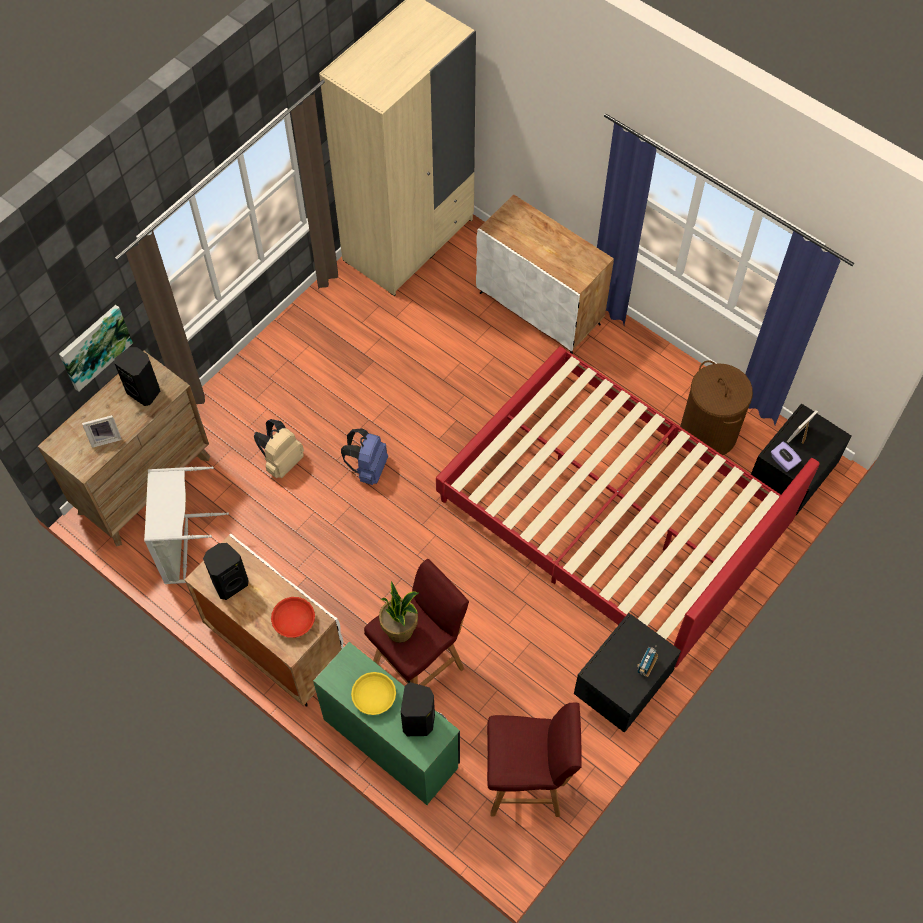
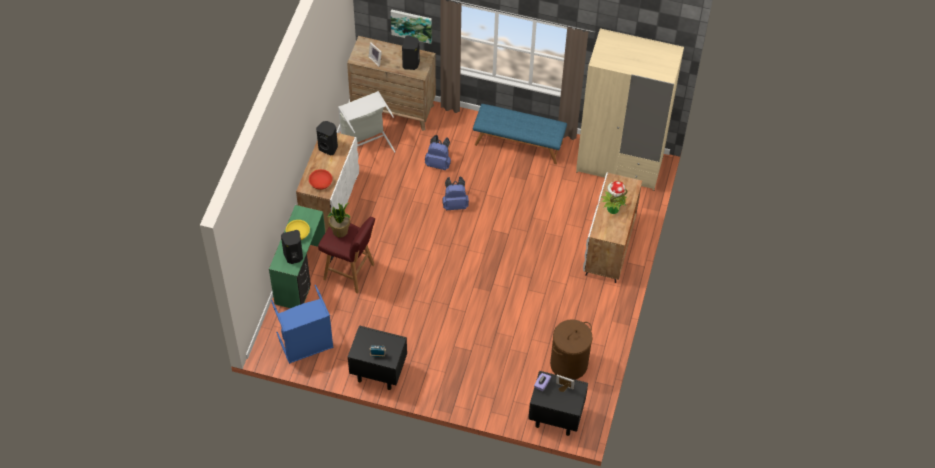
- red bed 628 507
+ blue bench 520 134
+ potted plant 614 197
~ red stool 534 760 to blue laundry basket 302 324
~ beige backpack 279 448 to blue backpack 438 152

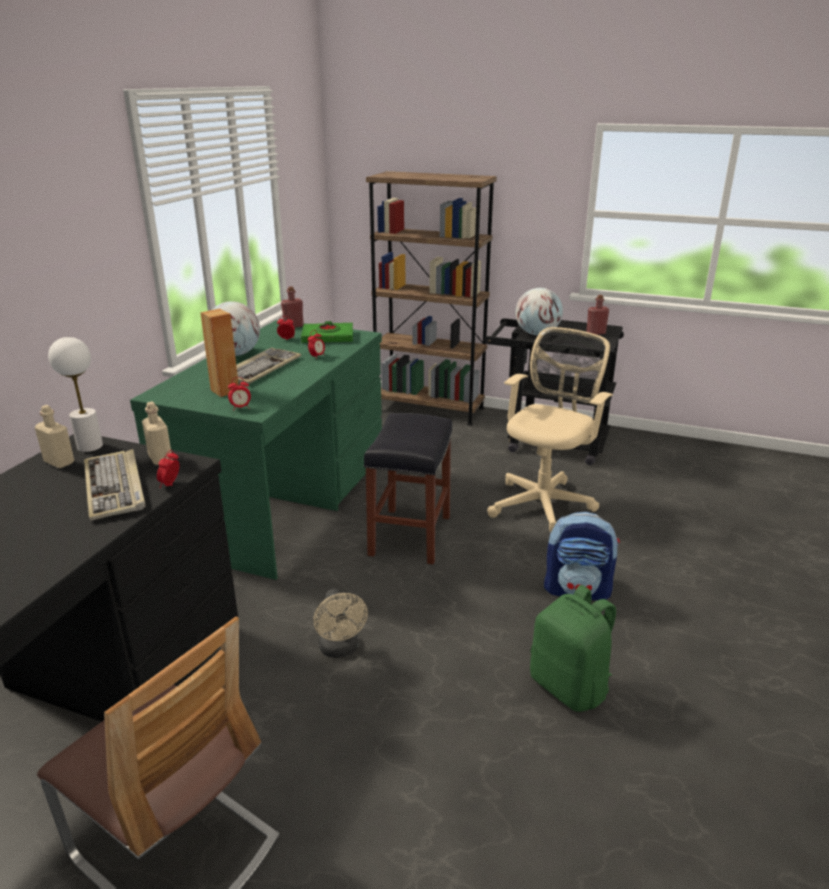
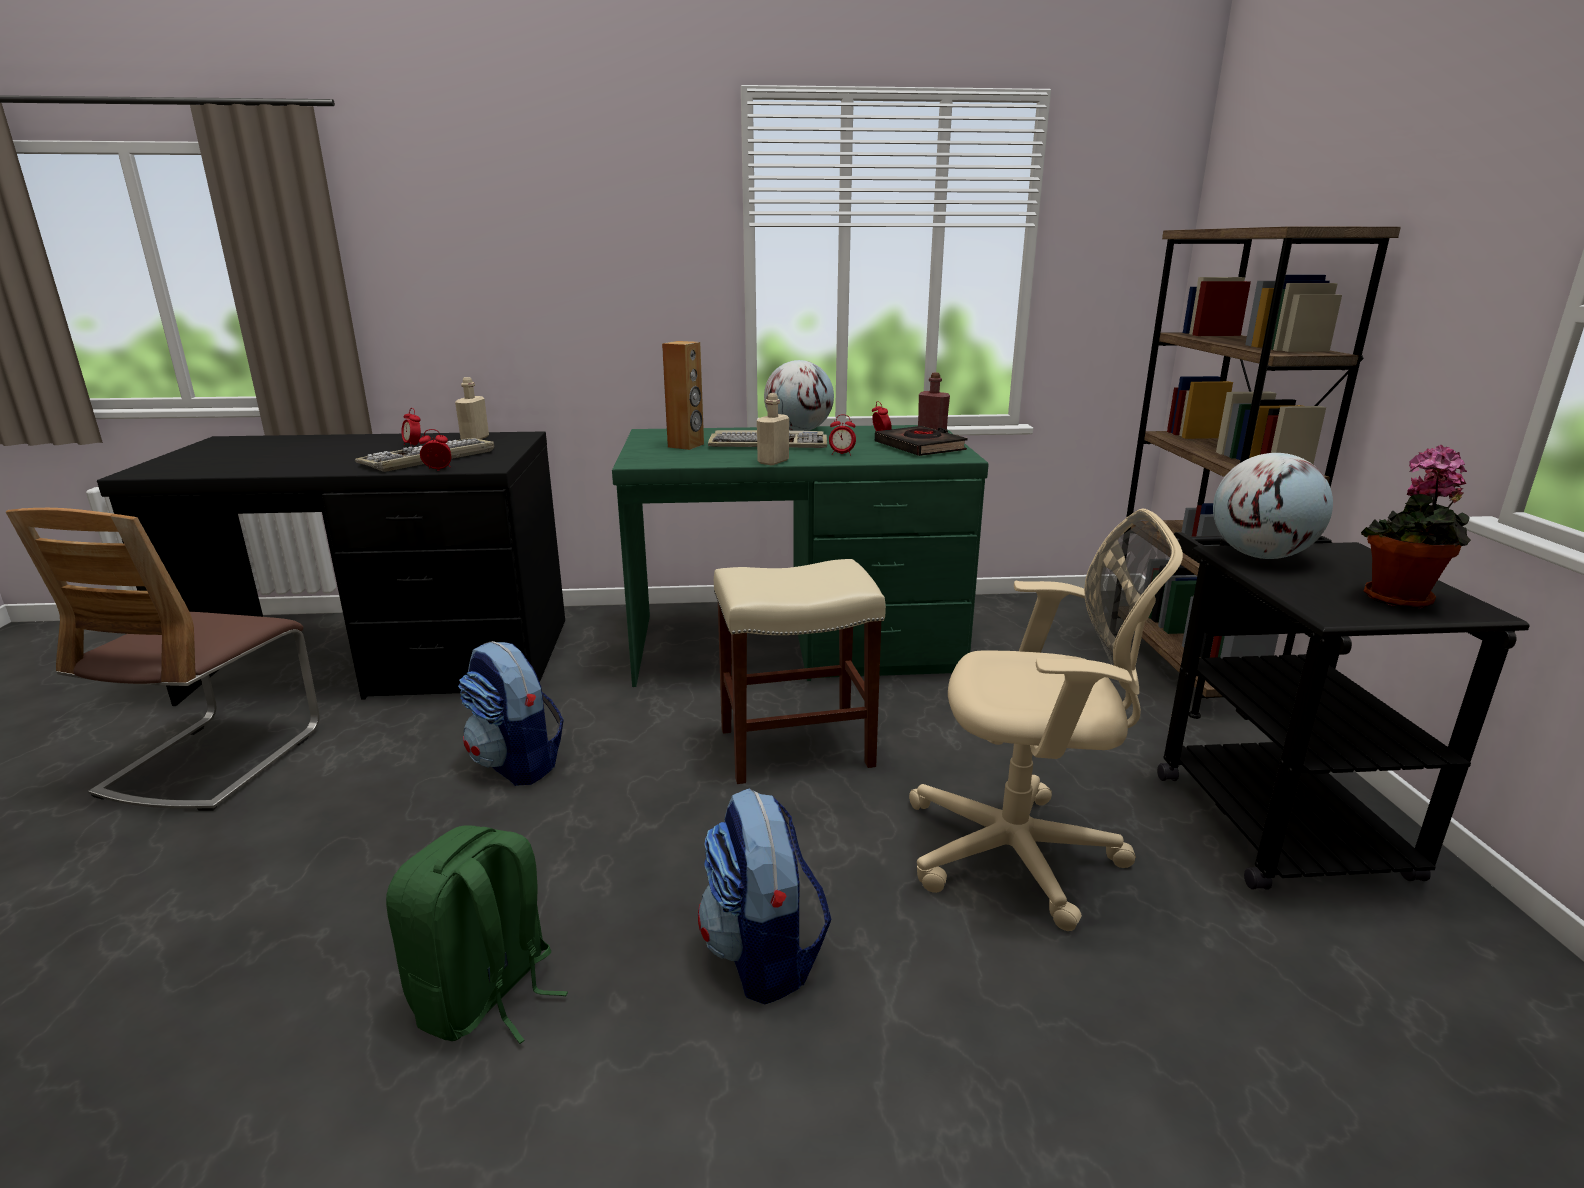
- white table lamp 75 394
~ beige bottle 157 433 to 773 429
~ alarm clock 239 394 to 411 427
~ beige fan 340 623 to backpack 511 713
~ red bottle 597 315 to potted plant 1416 527
~ green book 327 332 to black book 921 441
~ black stool 408 489 to beige stool 800 671

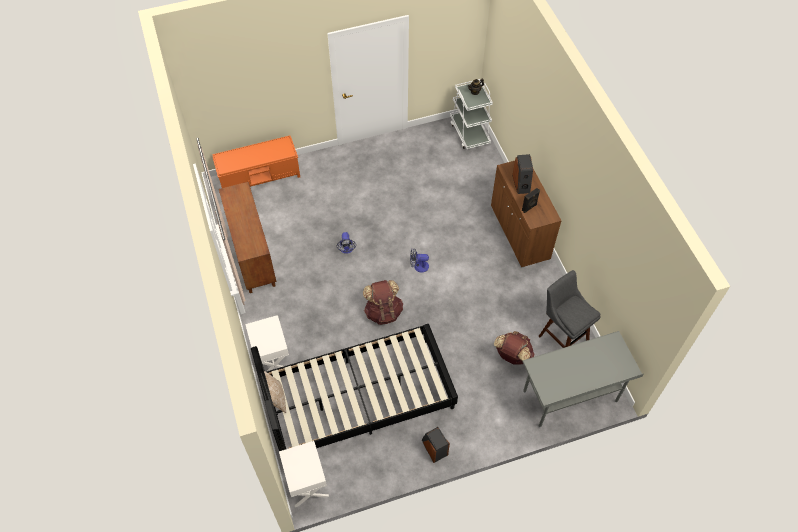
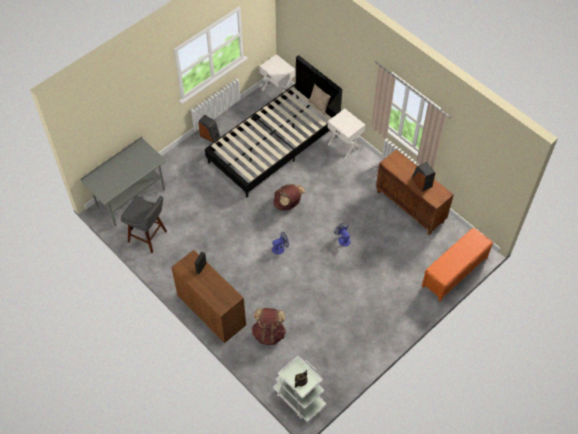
~ brown backpack 514 348 to 269 326
~ speaker 522 174 to 424 177

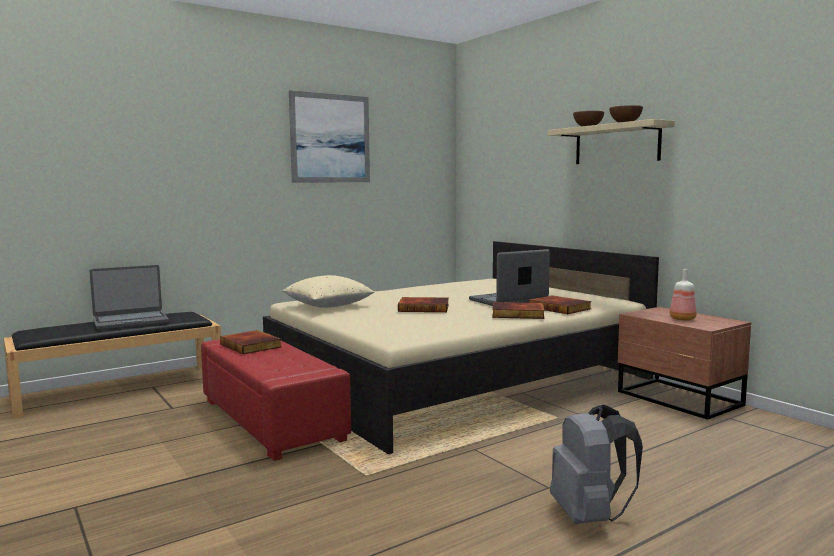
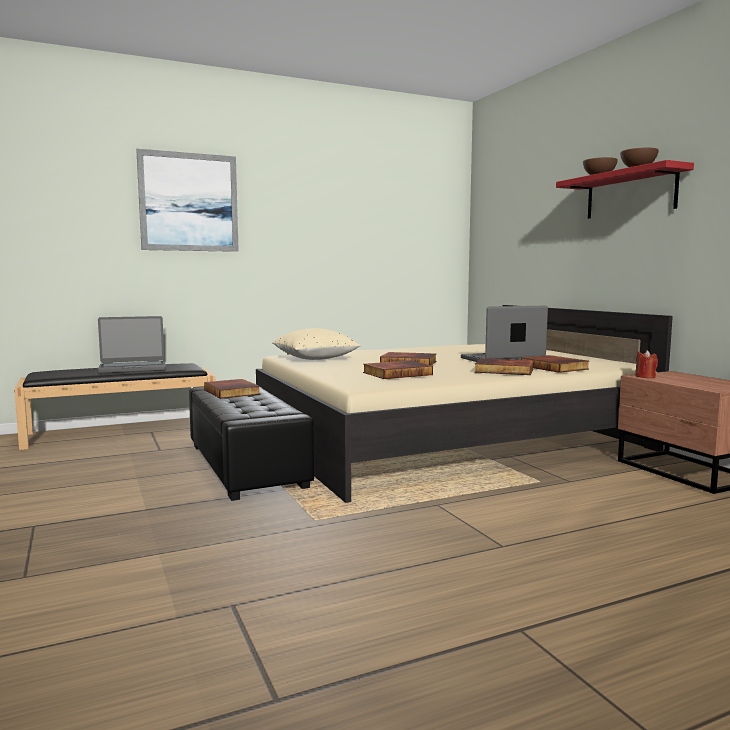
- grey backpack 596 464
- bottle 683 295
+ book 398 370
+ red candle 646 364
~ picture 329 136 to 187 200
~ red ottoman 276 397 to black ottoman 251 442
~ beige shelf 611 141 to red shelf 625 189

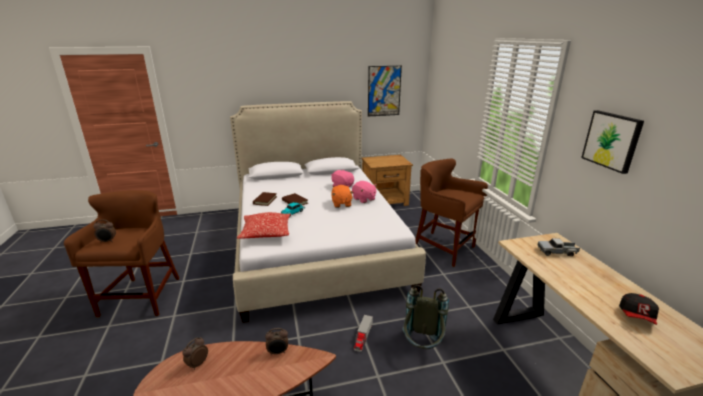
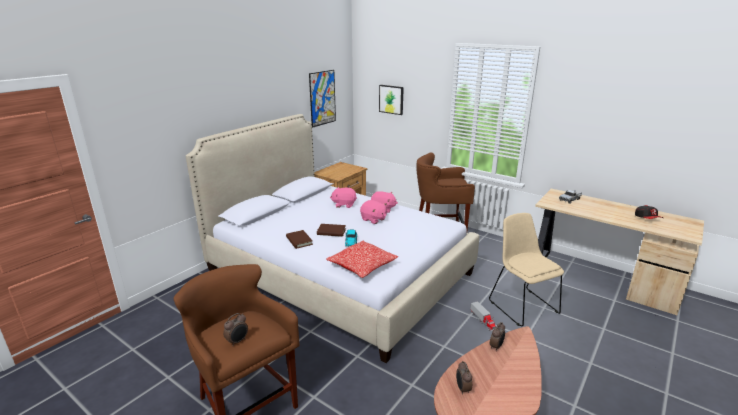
~ picture 612 142 to 391 100
~ grey backpack 425 317 to beige chair 526 269
~ orange plush toy 342 196 to pink plush toy 373 212

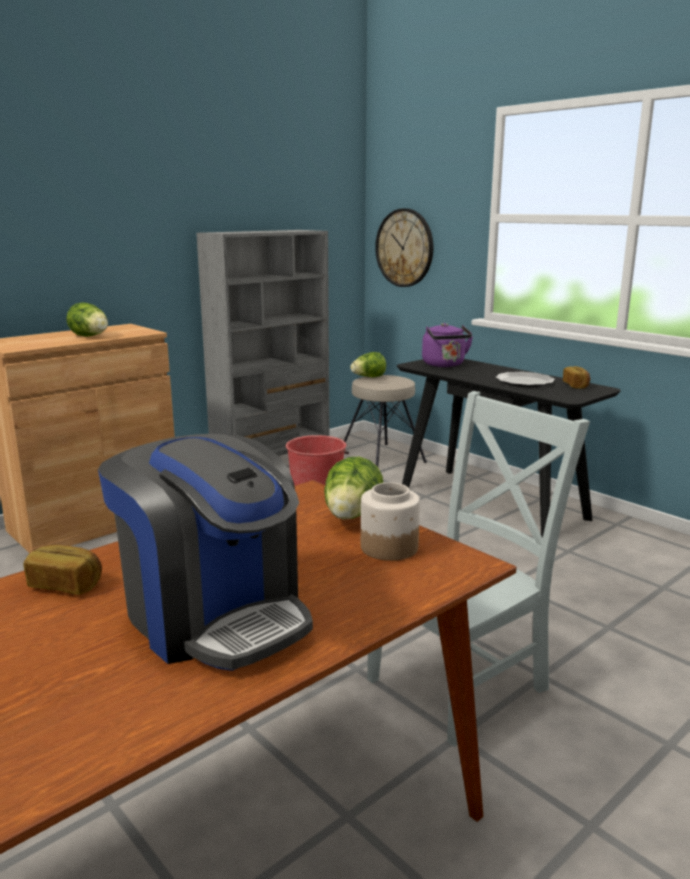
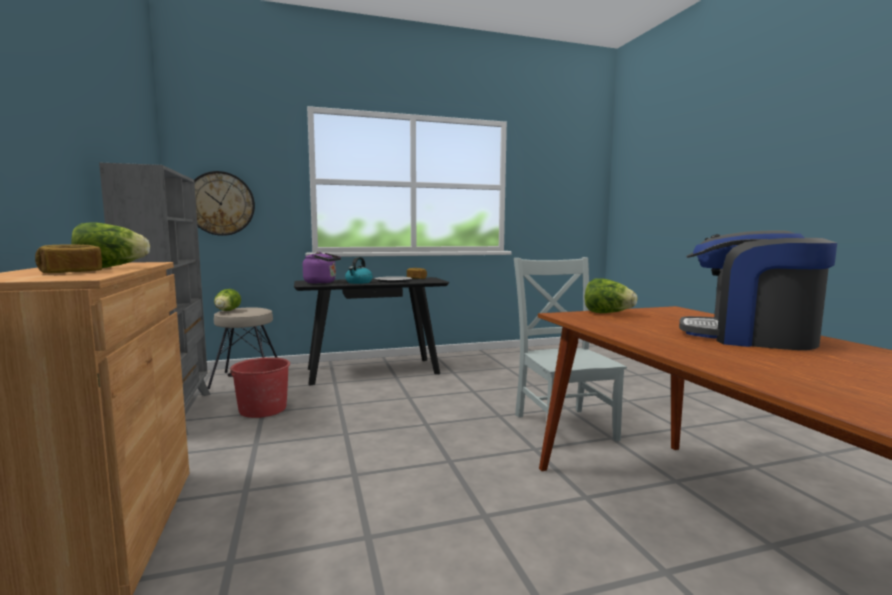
- jar 390 521
+ kettle 359 270
~ bread 63 570 to 68 258
~ coffee machine 205 552 = 758 290 135 degrees counterclockwise

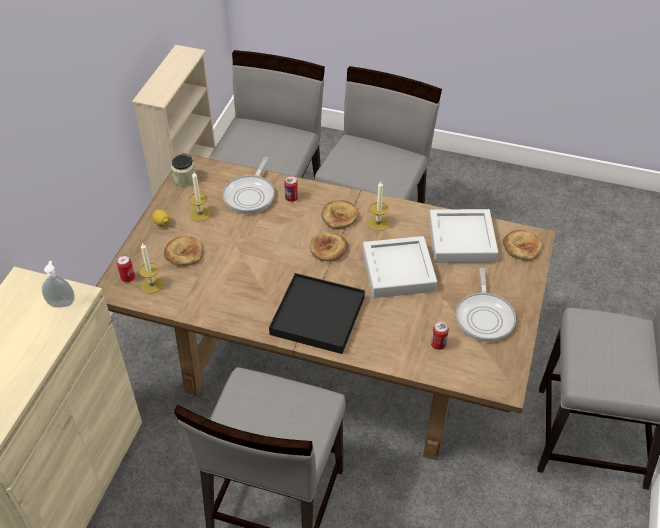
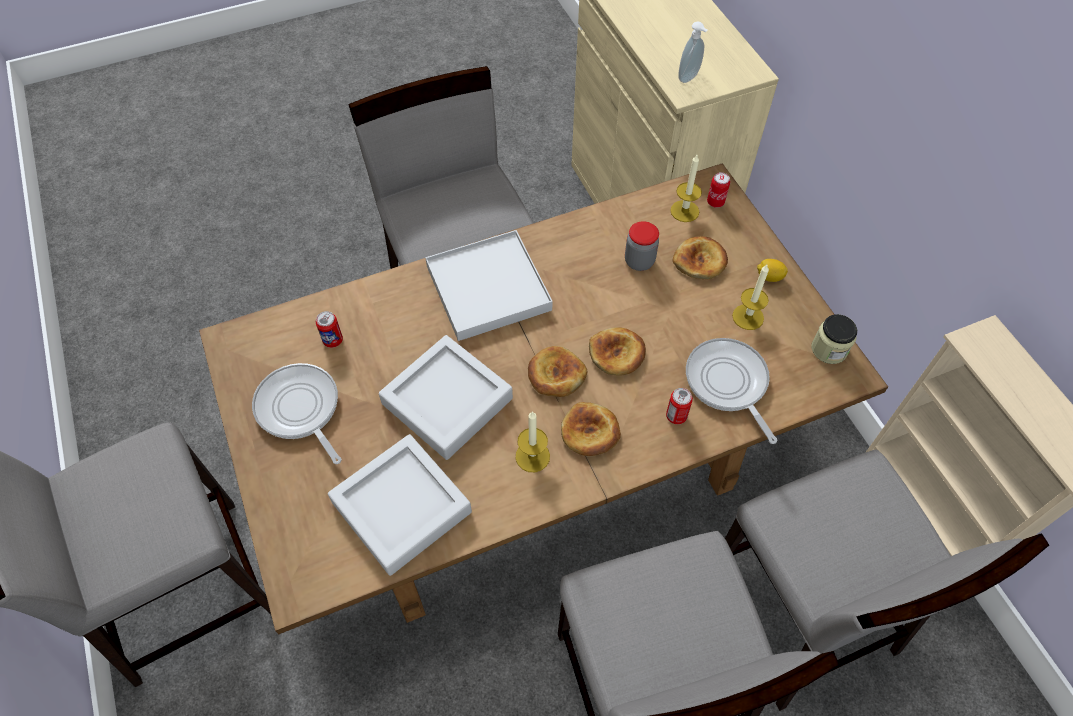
+ jar 642 246
~ bread 522 245 to 617 351
~ black tray 317 313 to white tray 489 285

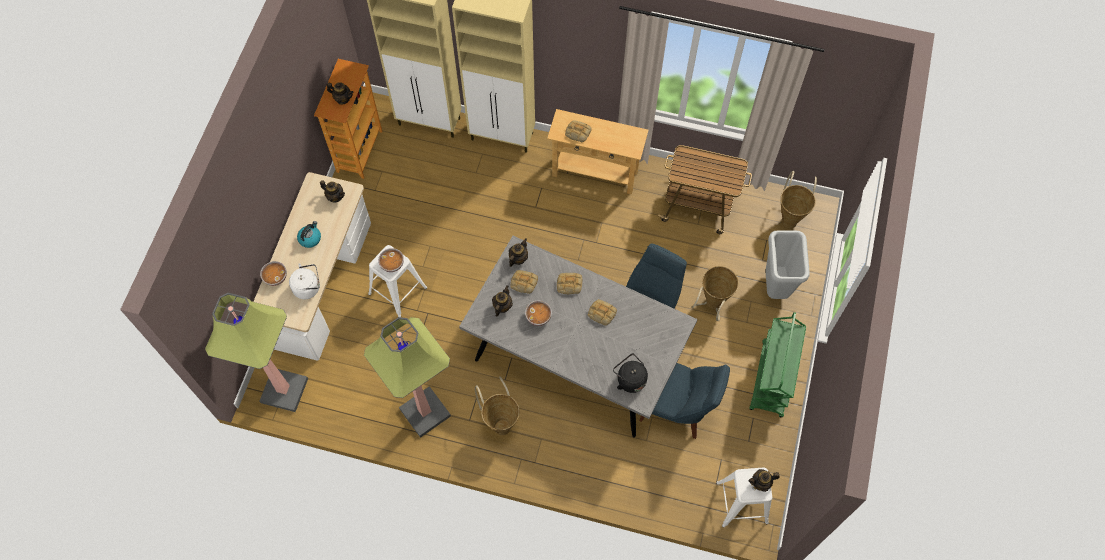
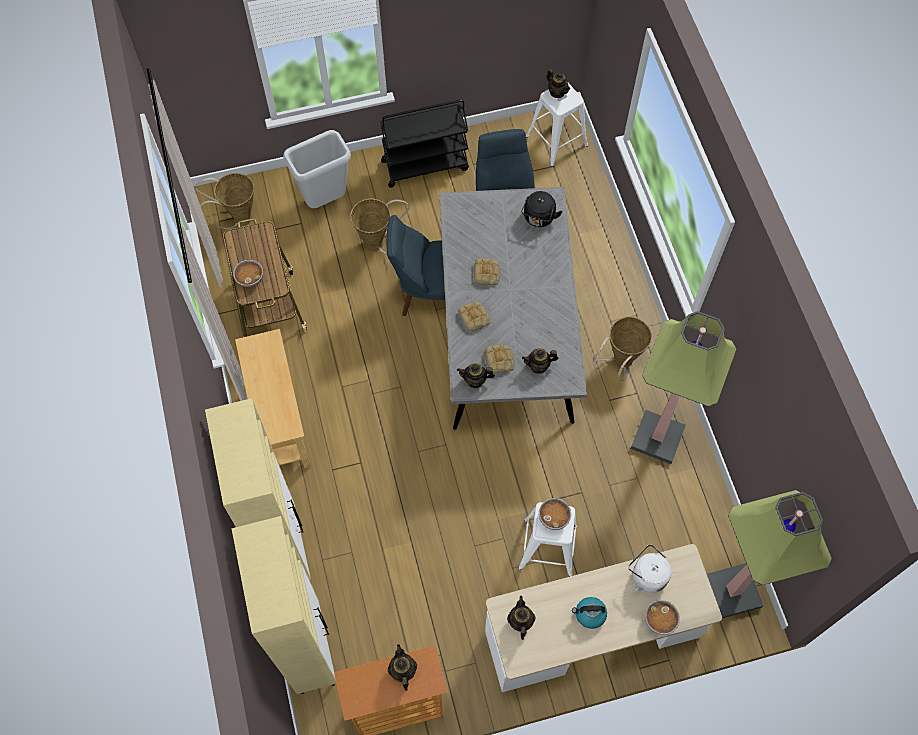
- bread 578 131
~ bowl 538 313 to 248 273
~ green cart 777 365 to black cart 424 143

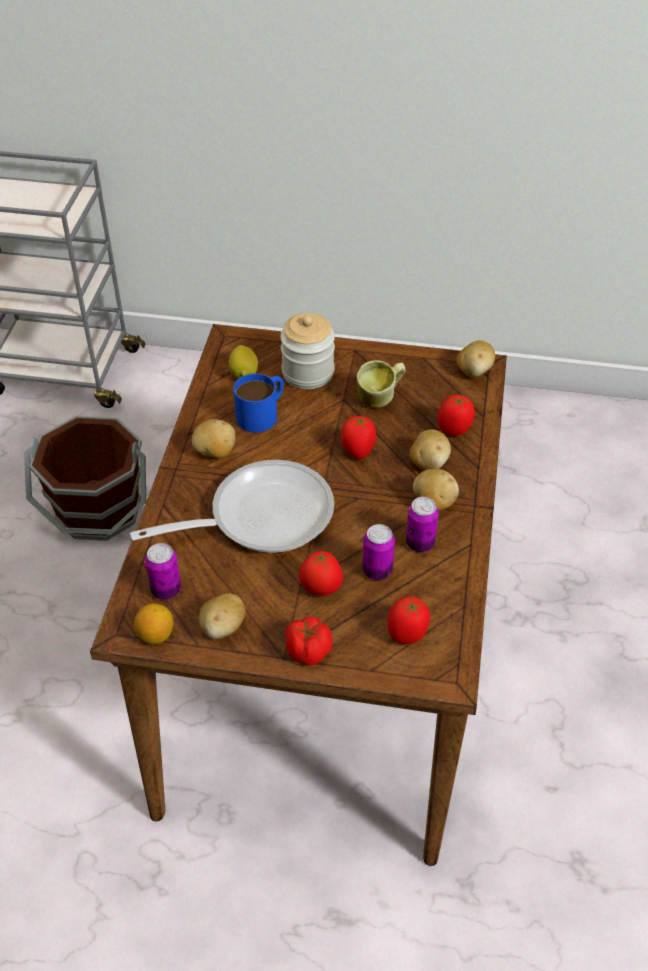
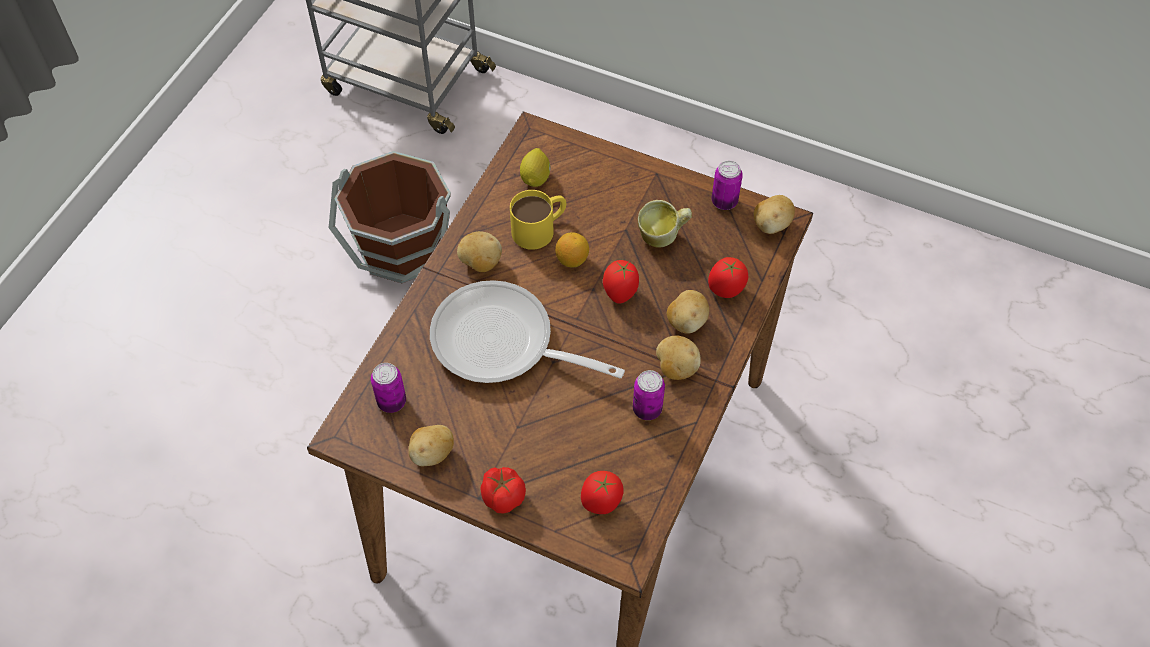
- jar 307 351
- tomato 321 573
~ lemon 154 623 to 572 250
~ can 379 552 to 727 185
~ blue mug 258 403 to yellow mug 538 220
~ frying pan 232 506 = 527 331 150 degrees counterclockwise

